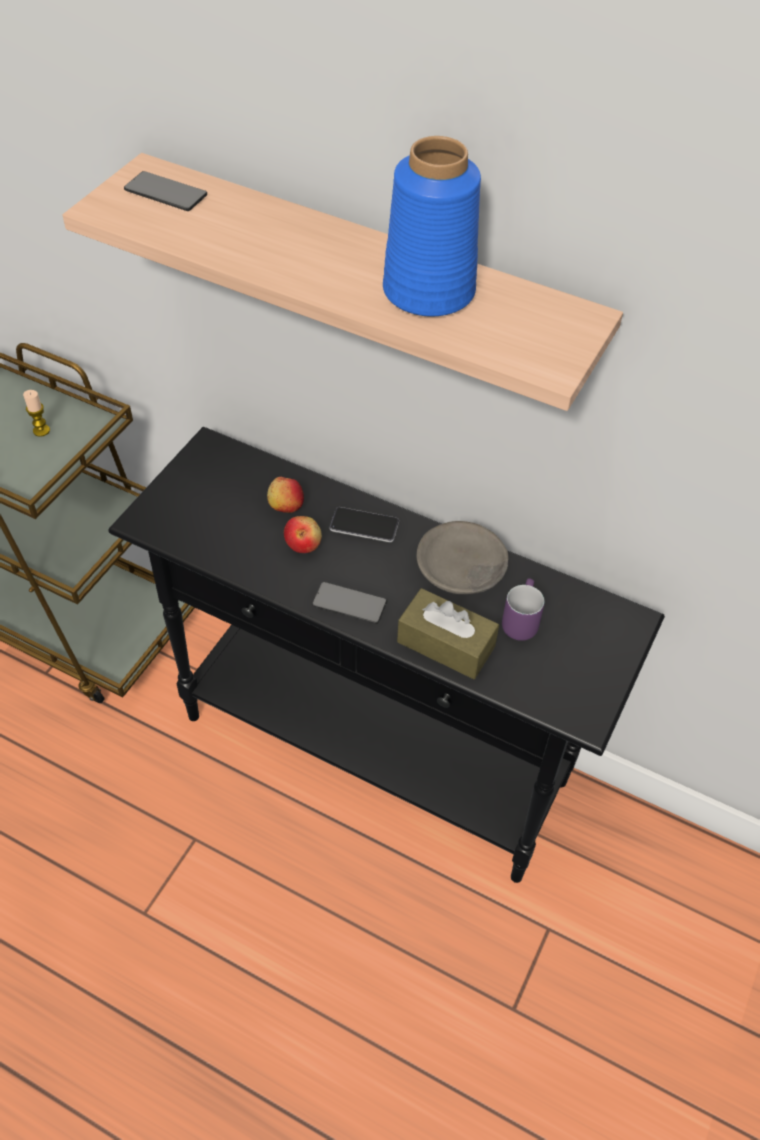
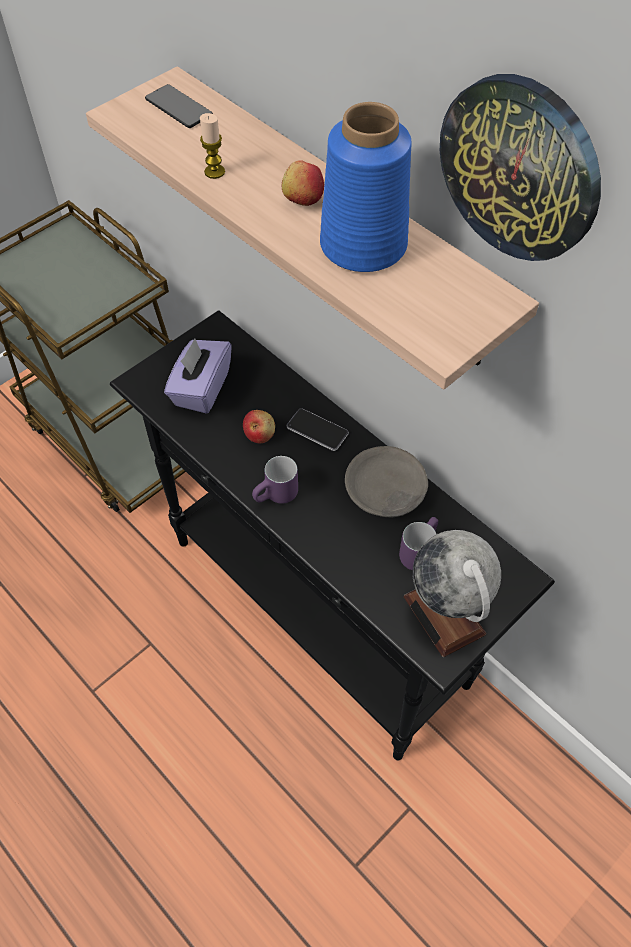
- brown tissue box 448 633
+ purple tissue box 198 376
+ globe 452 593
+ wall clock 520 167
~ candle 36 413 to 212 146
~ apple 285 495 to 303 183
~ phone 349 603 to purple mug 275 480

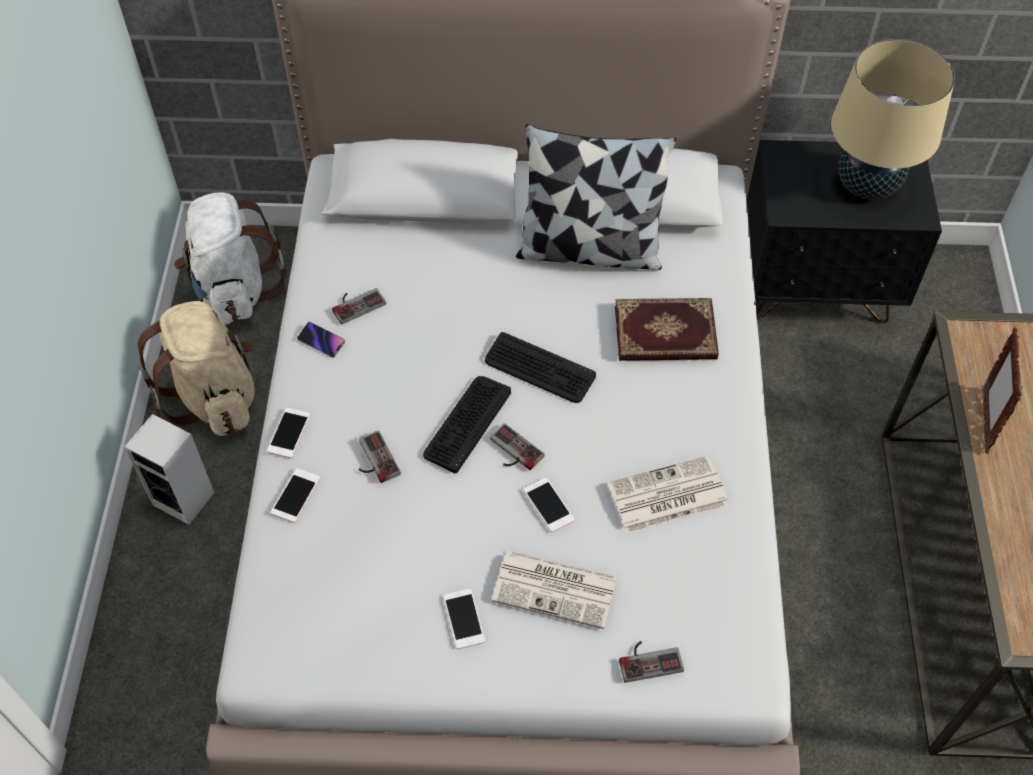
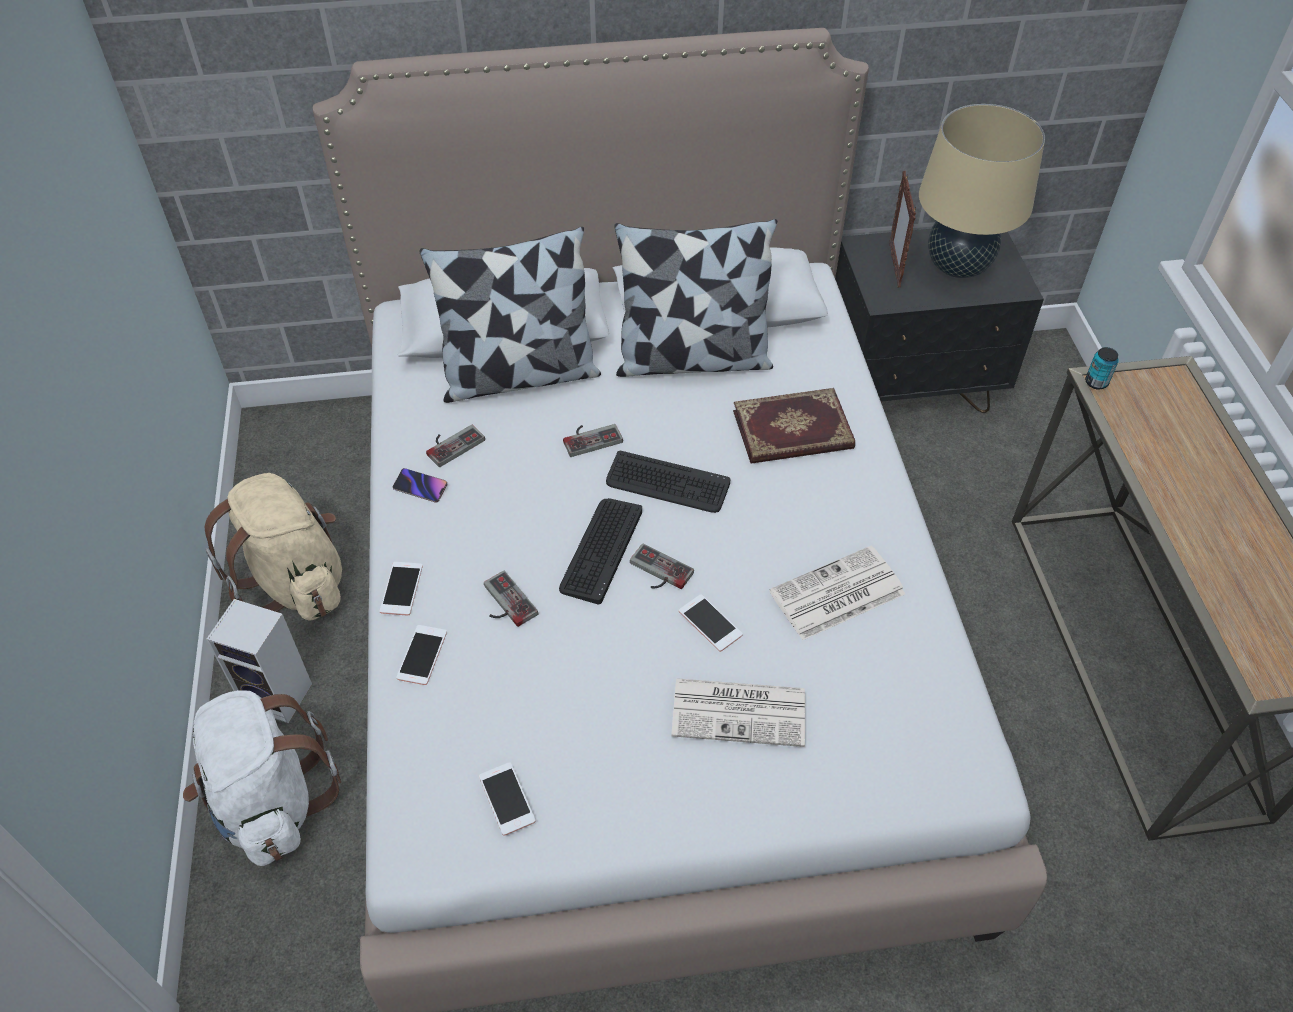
+ pillow 510 315
+ can 1102 368
~ white backpack 230 258 to 262 778
~ phone 464 619 to 507 799
~ game controller 651 662 to 593 440
~ picture frame 1003 391 to 902 229

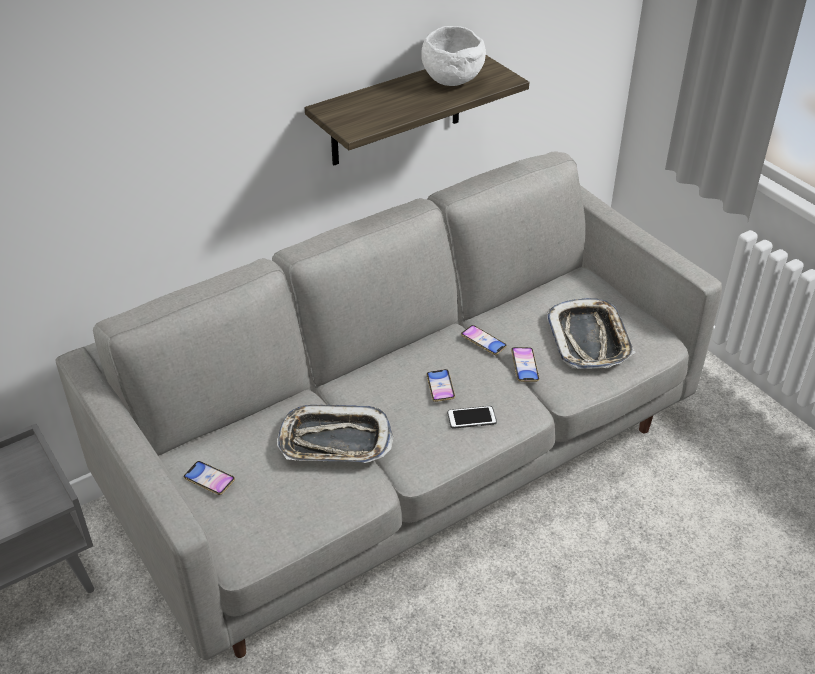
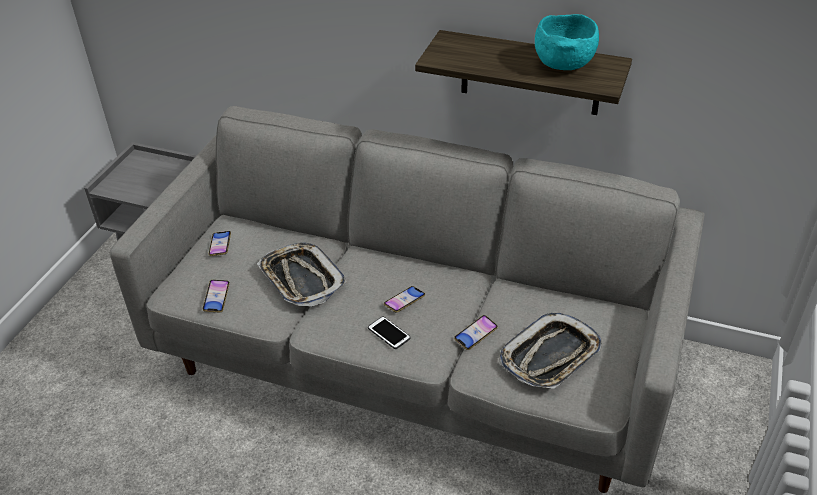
~ phone 484 340 to 216 296
~ white bowl 453 56 to turquoise bowl 567 42

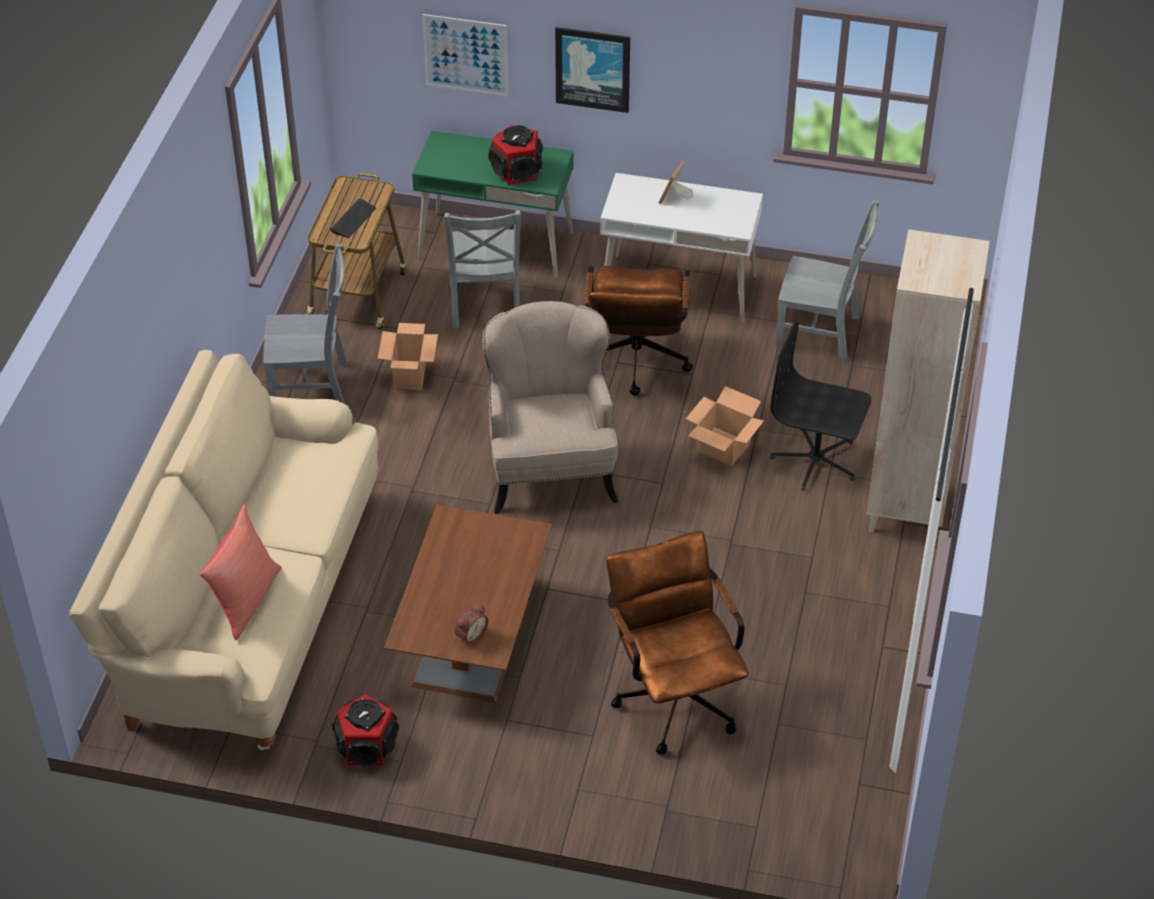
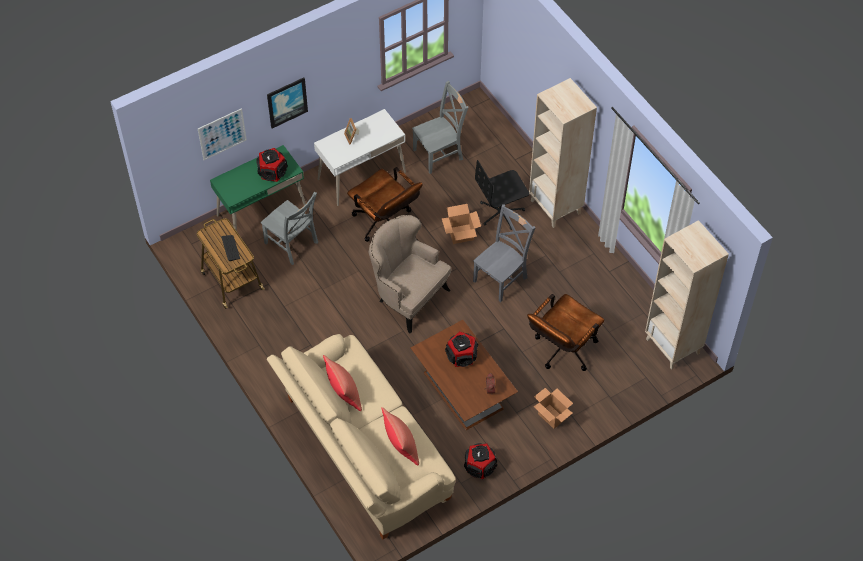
+ red pillow 342 383
+ speaker 461 349
+ beige bookcase 687 295
~ grey chair 305 323 to 504 253
~ cardboard box 408 356 to 553 408
~ brown office chair 677 643 = 565 332 75 degrees counterclockwise

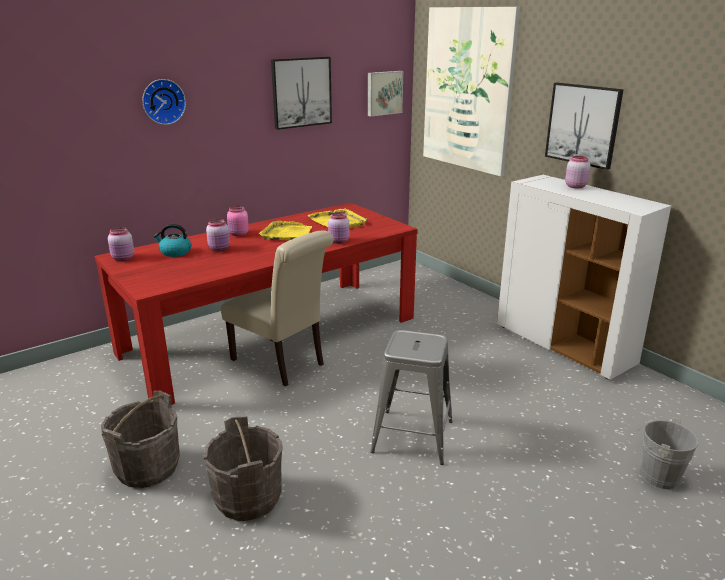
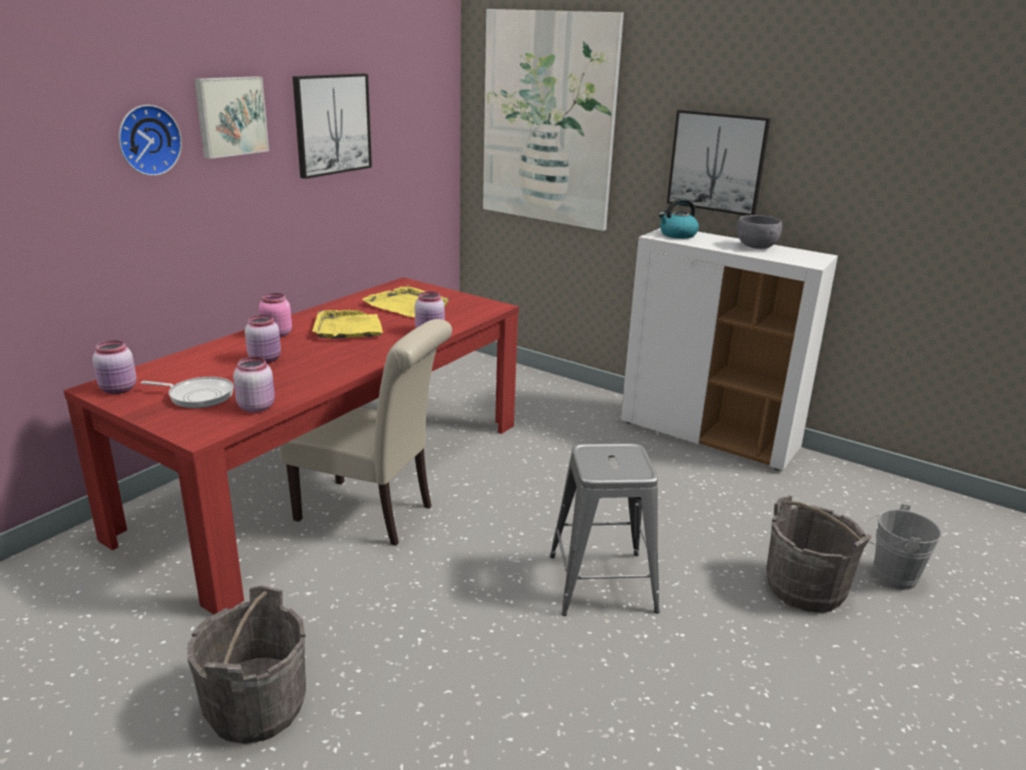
+ frying pan 187 392
+ grey bowl 759 232
~ kettle 172 240 to 678 219
~ grey bucket 243 468 to 819 554
~ picture 385 94 to 231 117
~ pink jar 577 172 to 254 385

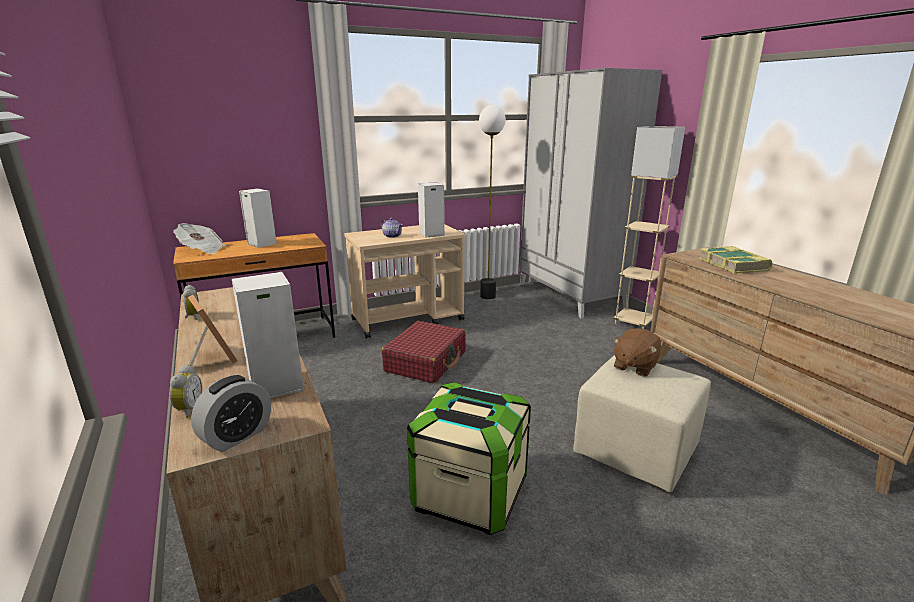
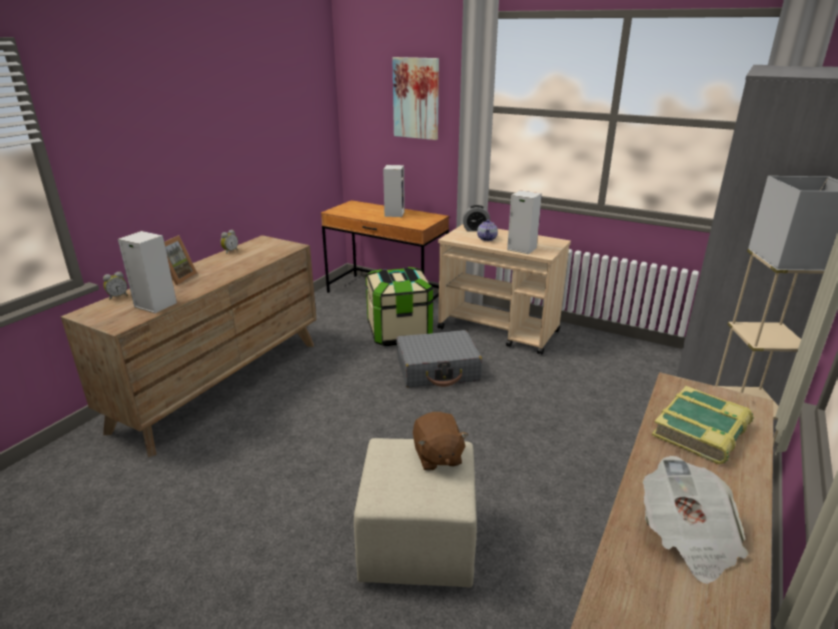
- floor lamp 492 202
+ picture 415 98
~ newspaper 199 238 to 696 520
~ alarm clock 231 413 to 476 218
~ storage box 469 458 to 399 306
~ red suitcase 424 352 to grey suitcase 439 359
~ brown plush toy 637 352 = 440 441 105 degrees counterclockwise

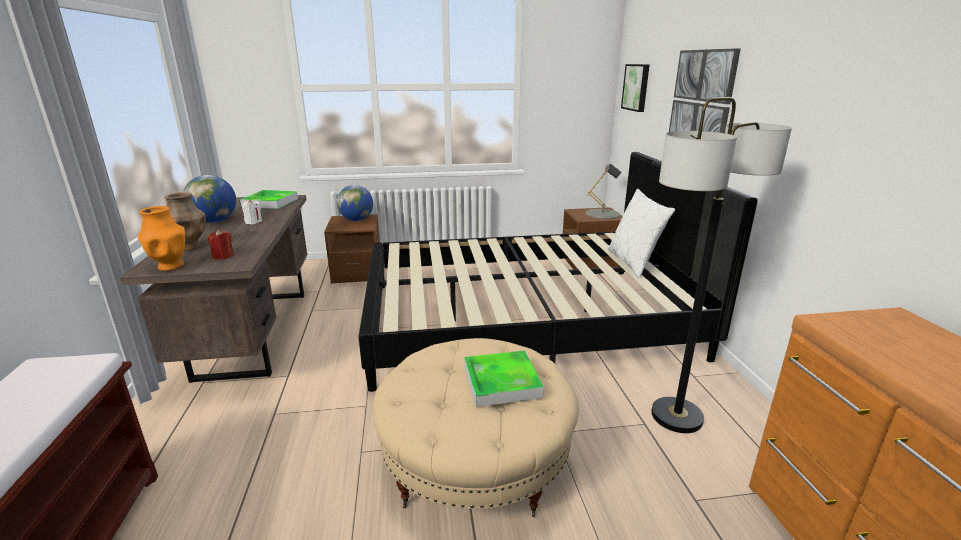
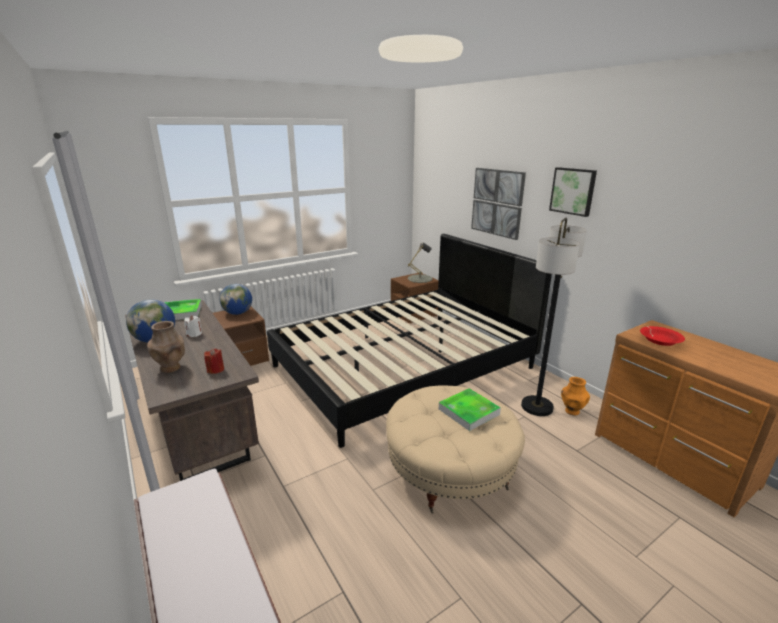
- white pillow 641 233
+ red bowl 662 336
~ orange vase 161 238 to 575 396
~ picture 635 88 to 573 192

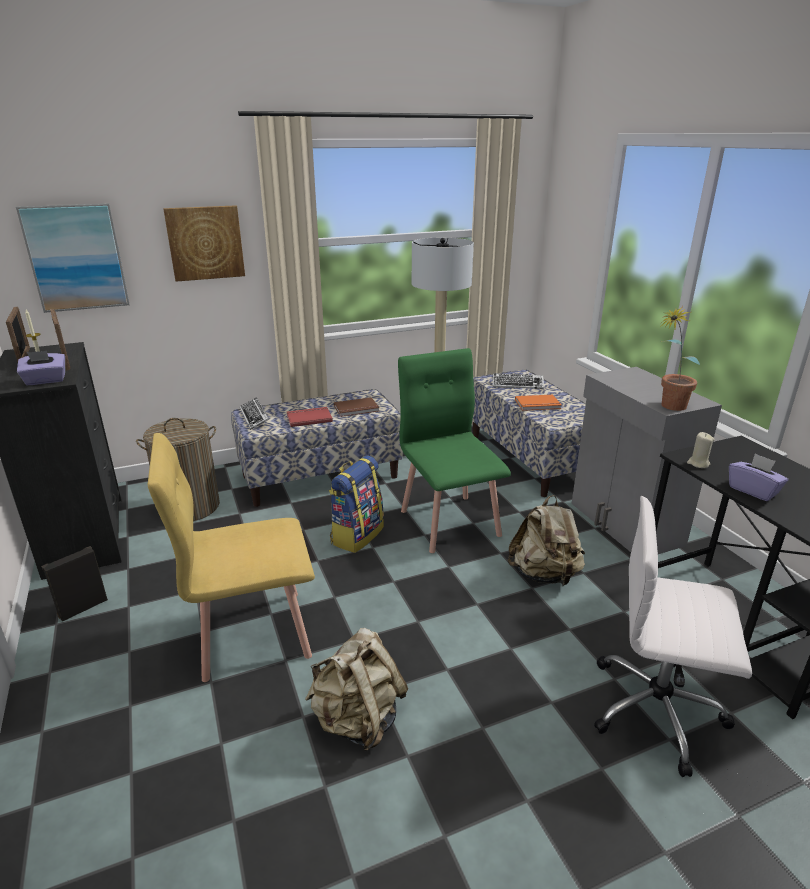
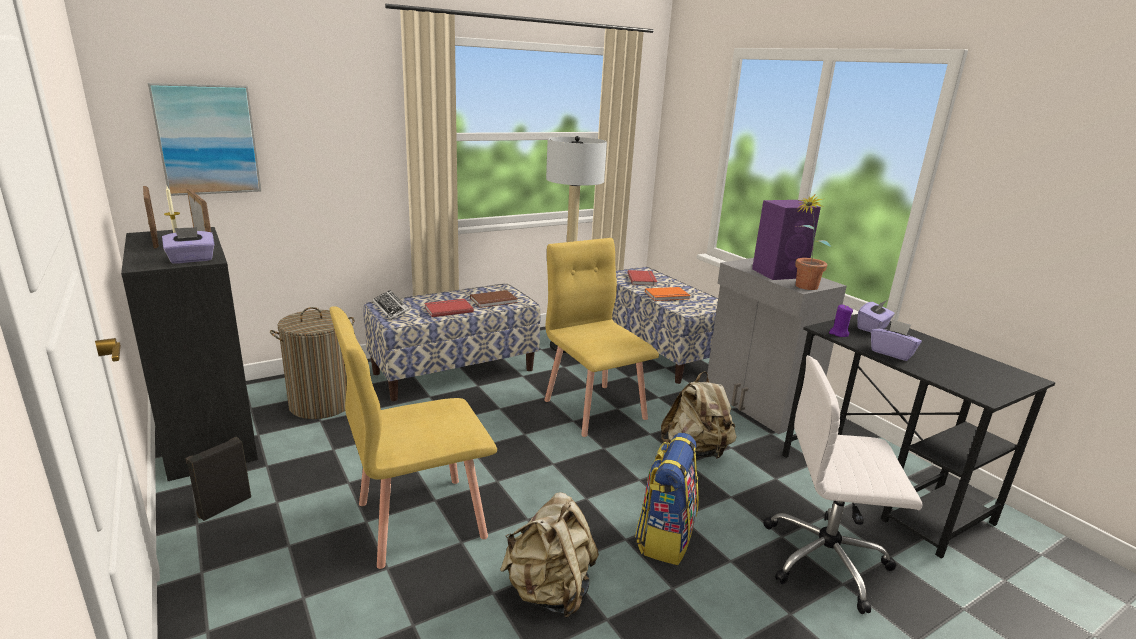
- picture 204 243
+ purple speaker 786 240
+ purple tissue box 876 316
~ backpack 356 504 to 667 499
~ keyboard 518 381 to red book 642 277
~ green chair 454 450 to yellow chair 601 337
~ beige candle 700 450 to purple candle 841 321

